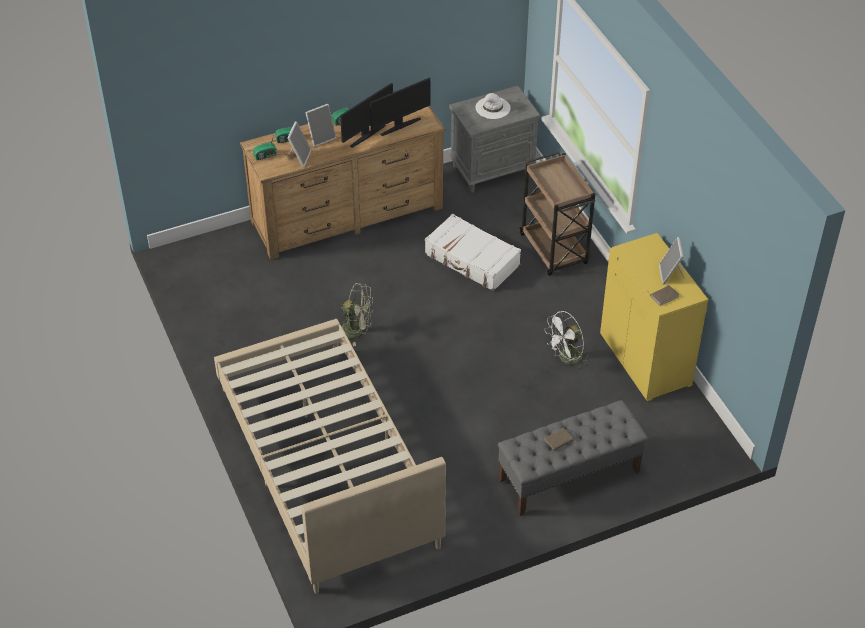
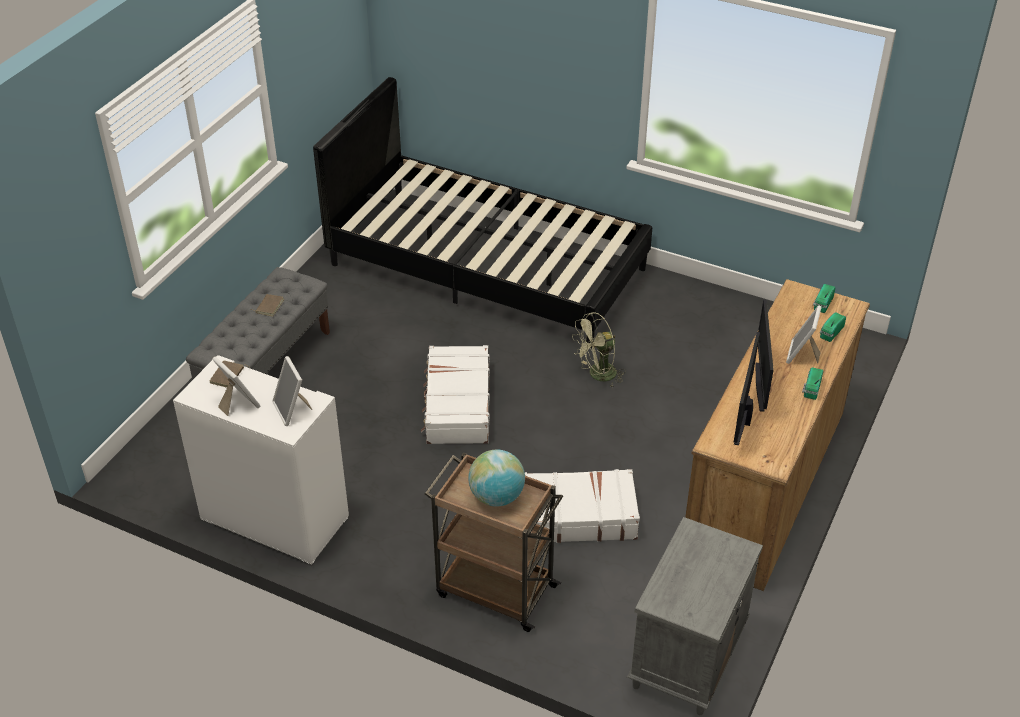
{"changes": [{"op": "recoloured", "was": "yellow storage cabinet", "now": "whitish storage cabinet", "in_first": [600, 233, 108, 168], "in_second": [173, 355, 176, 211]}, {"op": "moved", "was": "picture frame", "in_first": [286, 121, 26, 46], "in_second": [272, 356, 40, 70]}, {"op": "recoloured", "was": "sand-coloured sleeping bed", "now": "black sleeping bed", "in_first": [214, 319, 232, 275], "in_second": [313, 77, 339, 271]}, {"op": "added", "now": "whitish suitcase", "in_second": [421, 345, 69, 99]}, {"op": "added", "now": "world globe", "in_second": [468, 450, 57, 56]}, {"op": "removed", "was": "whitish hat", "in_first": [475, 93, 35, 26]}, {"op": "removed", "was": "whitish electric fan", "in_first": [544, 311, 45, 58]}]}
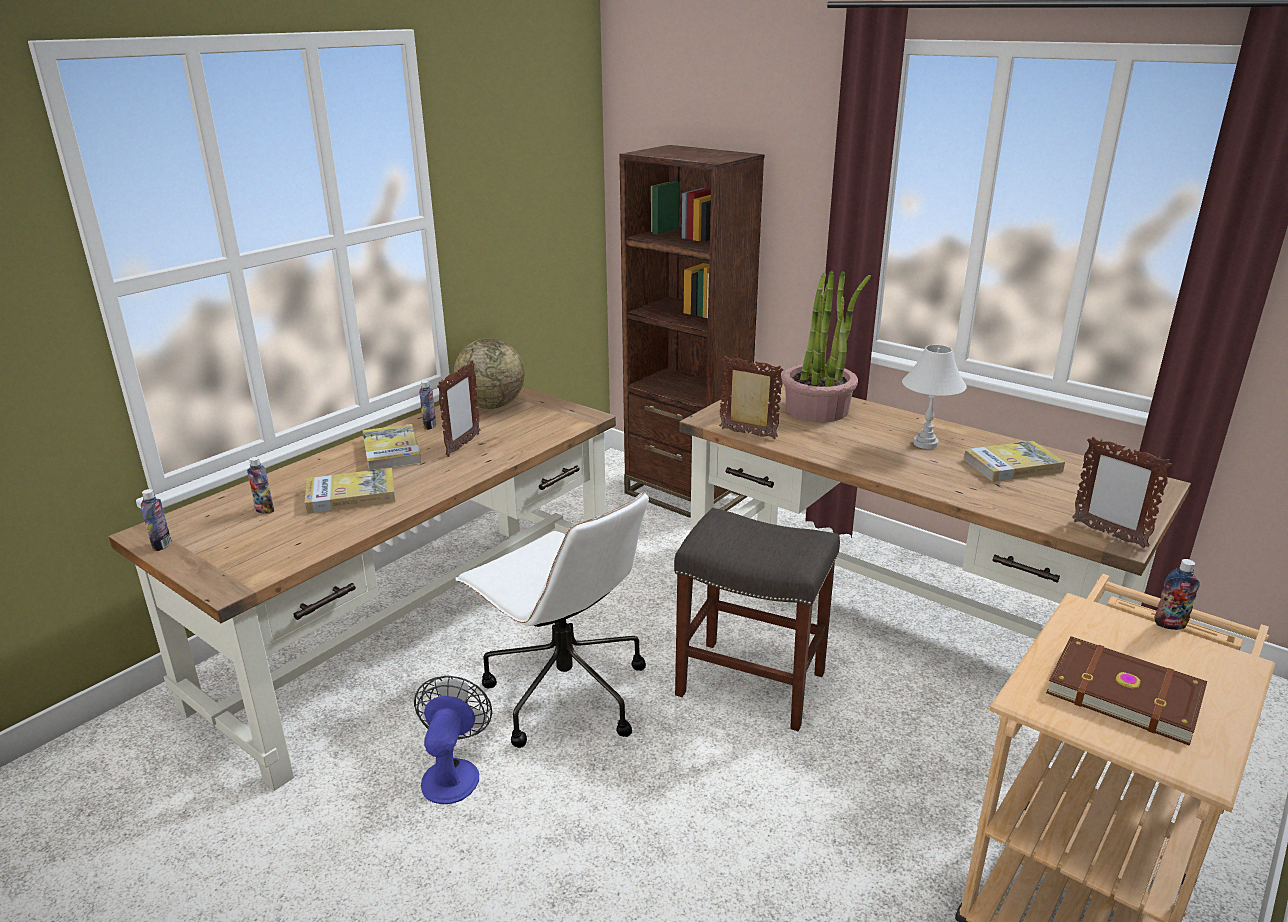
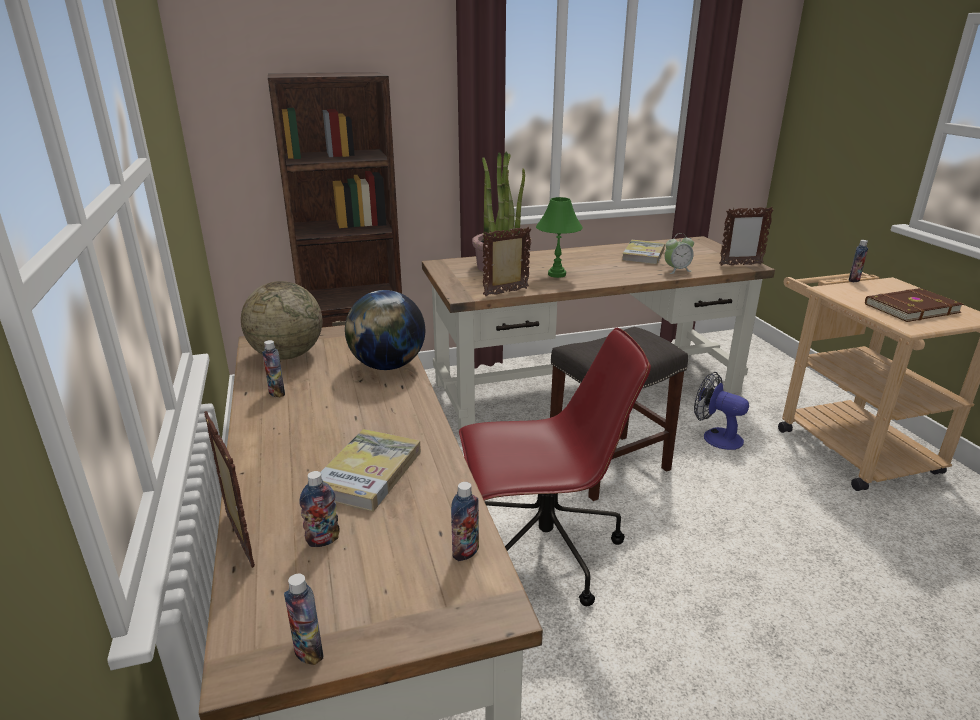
{"changes": [{"op": "moved", "was": "picture frame", "in_first": [437, 360, 43, 97], "in_second": [204, 411, 51, 157]}, {"op": "added", "now": "world globe", "in_second": [345, 290, 80, 80]}, {"op": "added", "now": "bottle", "in_second": [451, 482, 28, 79]}, {"op": "recoloured", "was": "whitish office chair", "now": "reddish office chair", "in_first": [455, 491, 194, 257], "in_second": [459, 328, 192, 278]}, {"op": "added", "now": "green-coloured tabletop lamp", "in_second": [536, 197, 47, 81]}, {"op": "added", "now": "table clock", "in_second": [665, 233, 29, 41]}, {"op": "moved", "was": "electric fan", "in_first": [414, 676, 78, 128], "in_second": [694, 372, 55, 78]}, {"op": "removed", "was": "bound book", "in_first": [362, 424, 60, 46]}, {"op": "removed", "was": "whitish tabletop lamp", "in_first": [902, 345, 65, 104]}]}
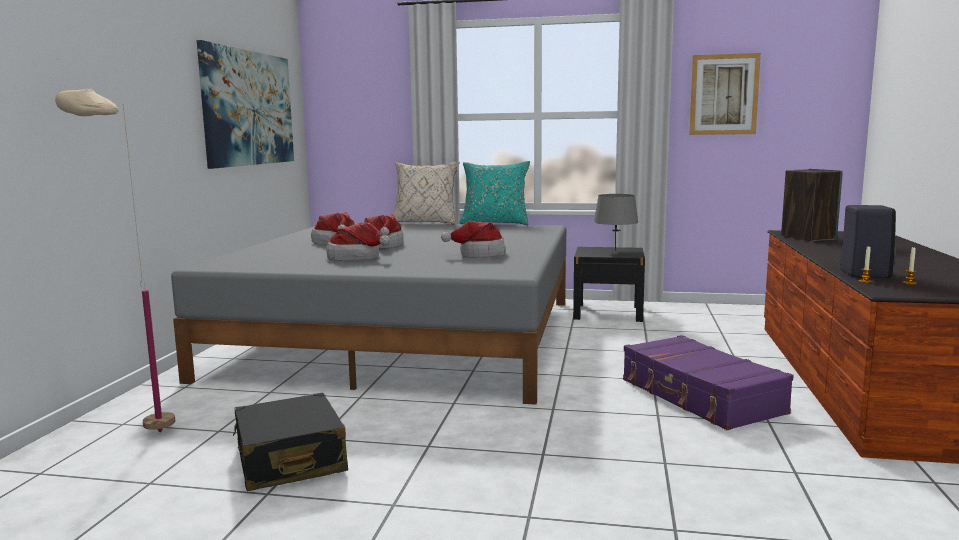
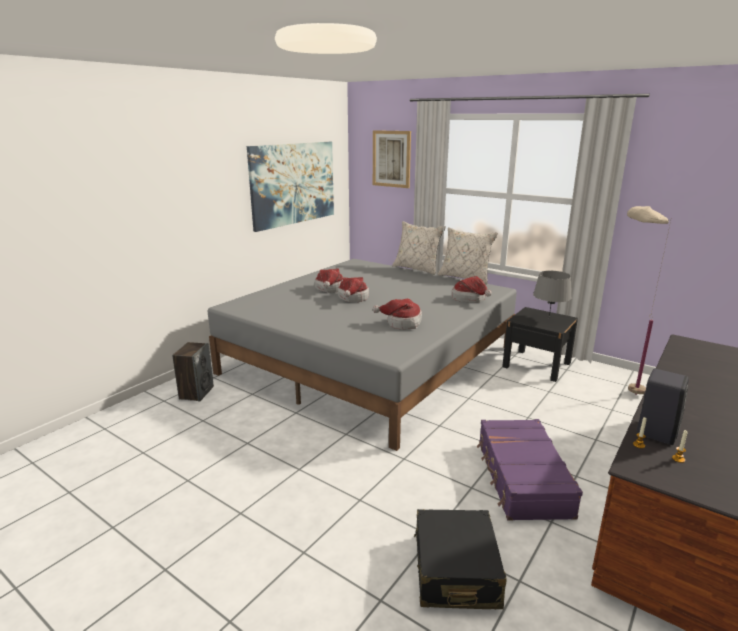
{"changes": [{"op": "moved", "was": "audio speaker", "in_first": [781, 169, 62, 73], "in_second": [172, 342, 42, 60]}, {"op": "moved", "was": "wall art", "in_first": [689, 53, 72, 82], "in_second": [373, 130, 38, 58]}, {"op": "moved", "was": "black suitcase", "in_first": [233, 393, 115, 98], "in_second": [414, 509, 93, 100]}, {"op": "recoloured", "was": "blue-green cushion", "now": "sand-coloured cushion", "in_first": [460, 161, 70, 64], "in_second": [438, 227, 60, 58]}, {"op": "moved", "was": "hat", "in_first": [326, 222, 64, 39], "in_second": [451, 276, 41, 27]}, {"op": "moved", "was": "sand-coloured standard lamp", "in_first": [55, 89, 120, 343], "in_second": [627, 206, 44, 189]}]}
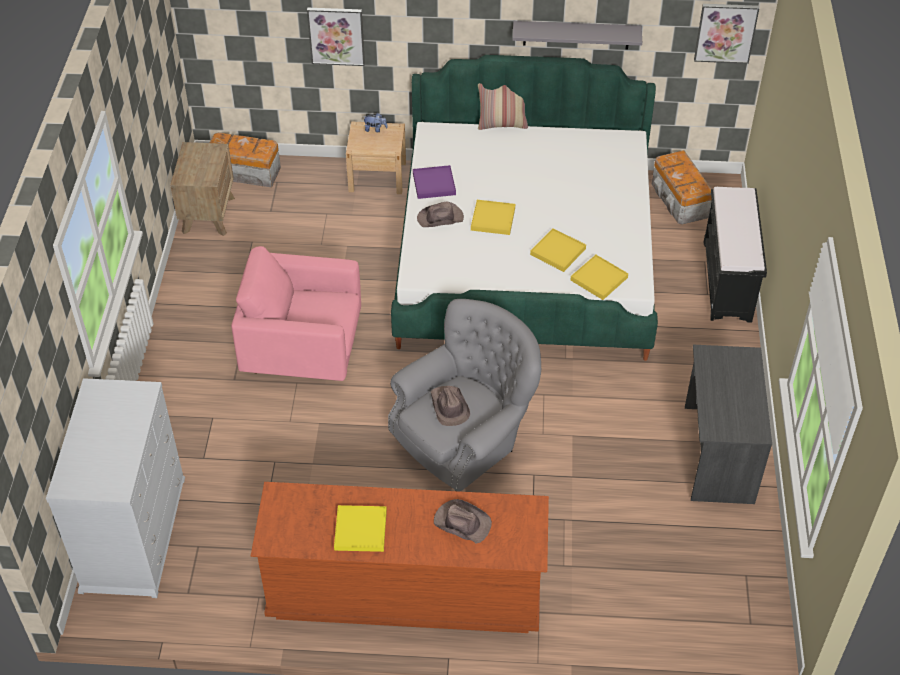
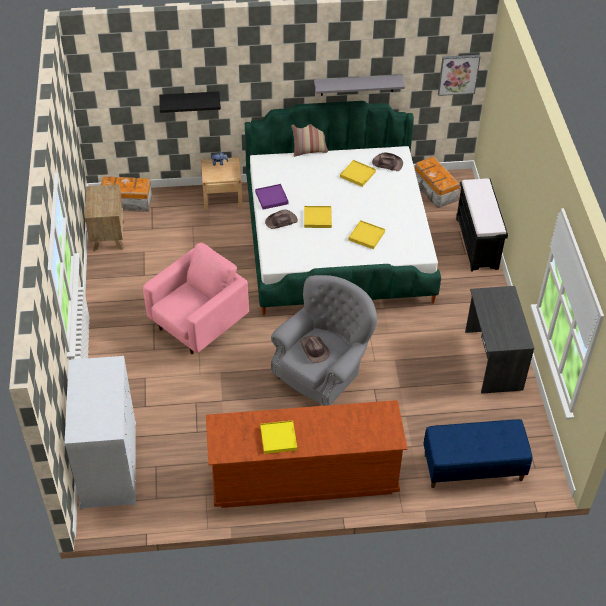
{"changes": [{"op": "turned", "was": "pink-coloured easy chair", "in_first": [231, 246, 130, 135], "in_second": [143, 243, 106, 111], "clockwise": 135}, {"op": "replaced", "was": "wall art", "now": "black shelf", "in_first": [307, 8, 58, 58], "in_second": [159, 91, 62, 22]}, {"op": "moved", "was": "yellow carrying tray", "in_first": [571, 255, 57, 45], "in_second": [340, 160, 36, 27]}, {"op": "moved", "was": "brown hat", "in_first": [434, 499, 58, 45], "in_second": [372, 153, 31, 18]}, {"op": "added", "now": "bluish bench", "in_second": [423, 419, 109, 69]}]}
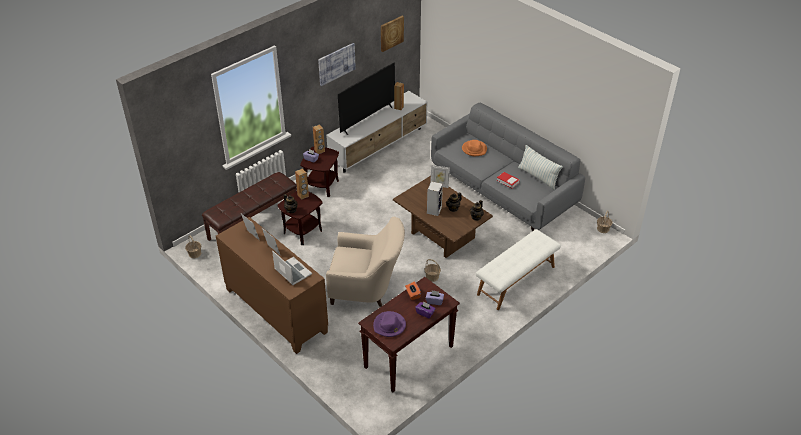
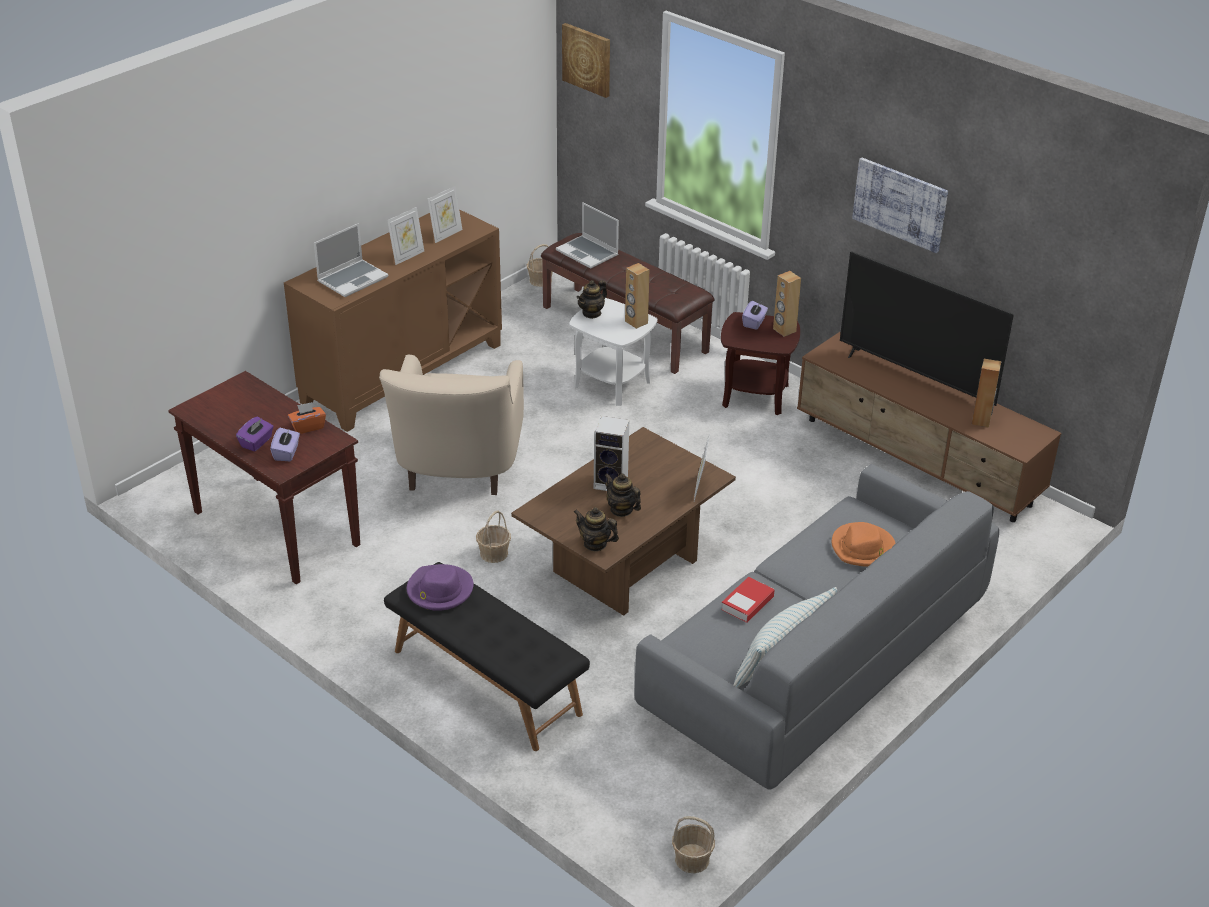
{"changes": [{"op": "recoloured", "was": "whitish bench", "now": "black bench", "in_first": [476, 229, 85, 81], "in_second": [384, 562, 206, 189]}, {"op": "moved", "was": "purple hat", "in_first": [373, 311, 33, 26], "in_second": [407, 564, 67, 47]}, {"op": "added", "now": "notebook computer", "in_second": [556, 202, 63, 67]}, {"op": "moved", "was": "wall art", "in_first": [381, 16, 23, 36], "in_second": [562, 23, 48, 75]}, {"op": "recoloured", "was": "brown end table", "now": "whitish end table", "in_first": [277, 191, 46, 54], "in_second": [569, 298, 89, 108]}, {"op": "recoloured", "was": "whitish media console", "now": "brown media console", "in_first": [326, 91, 102, 82], "in_second": [797, 332, 265, 190]}]}
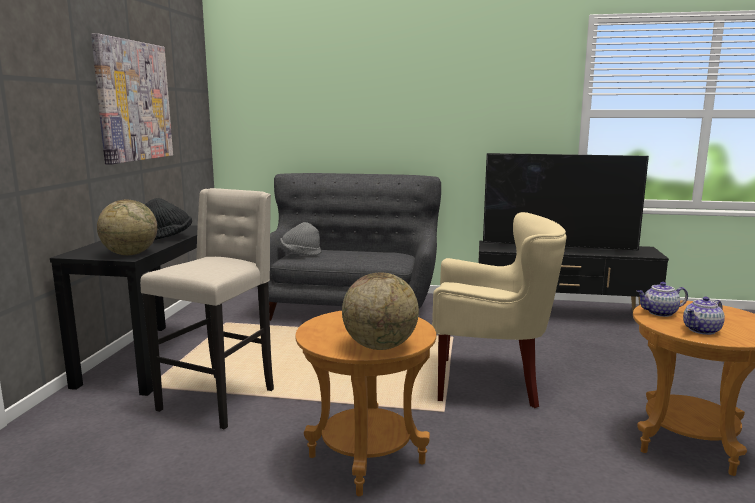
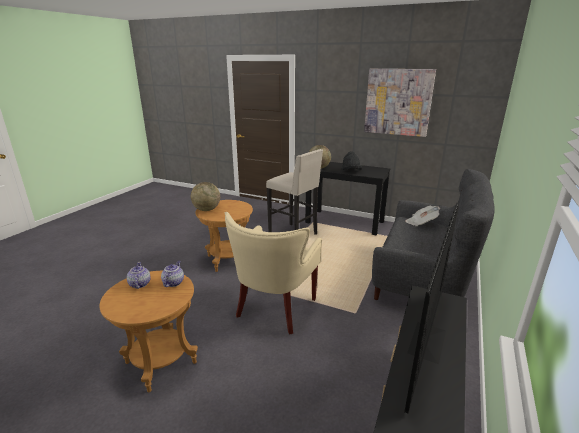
{"changes": [{"op": "replaced", "was": "gray hat", "now": "newspaper", "in_first": [280, 222, 41, 34], "in_second": [405, 206, 35, 20]}]}
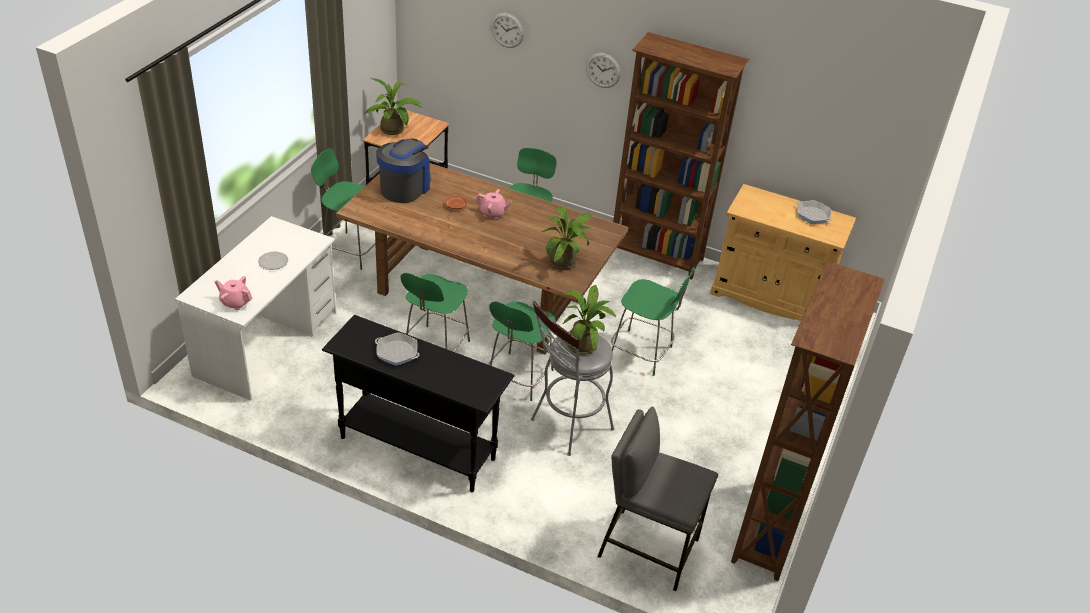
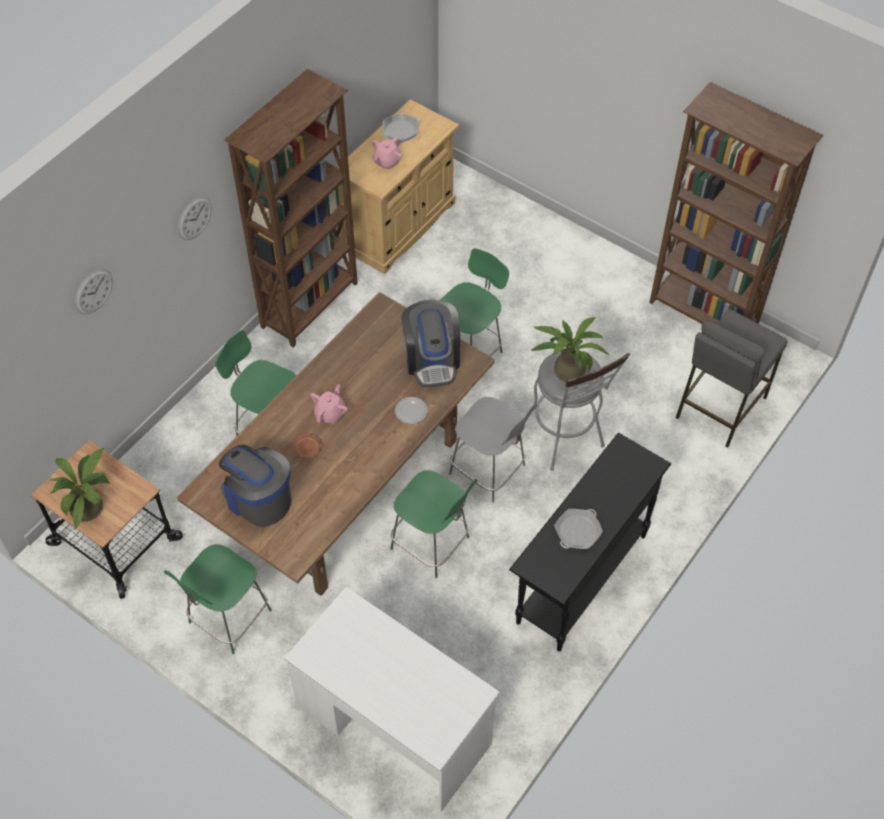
{"changes": [{"op": "moved", "was": "pink-coloured teapot", "in_first": [215, 276, 38, 34], "in_second": [371, 137, 31, 33]}, {"op": "moved", "was": "flat dish", "in_first": [258, 252, 30, 18], "in_second": [395, 397, 33, 27]}, {"op": "replaced", "was": "houseplant", "now": "coffee brewer", "in_first": [542, 207, 51, 63], "in_second": [401, 300, 59, 87]}, {"op": "recoloured", "was": "green-coloured plain chair", "now": "gray plain chair", "in_first": [488, 302, 67, 99], "in_second": [449, 397, 88, 106]}]}
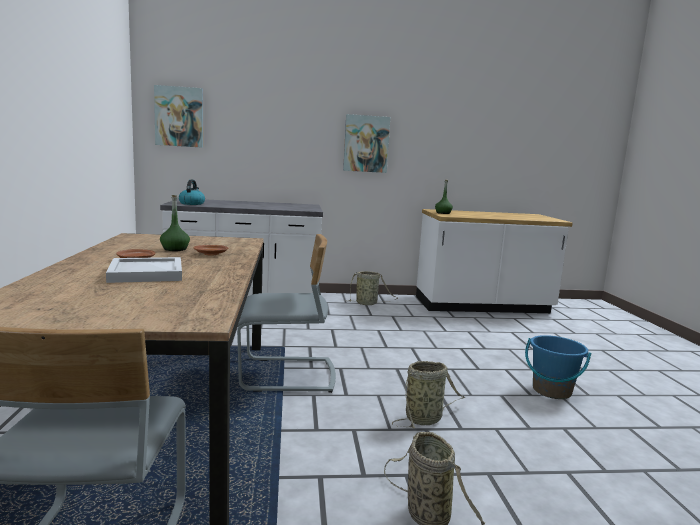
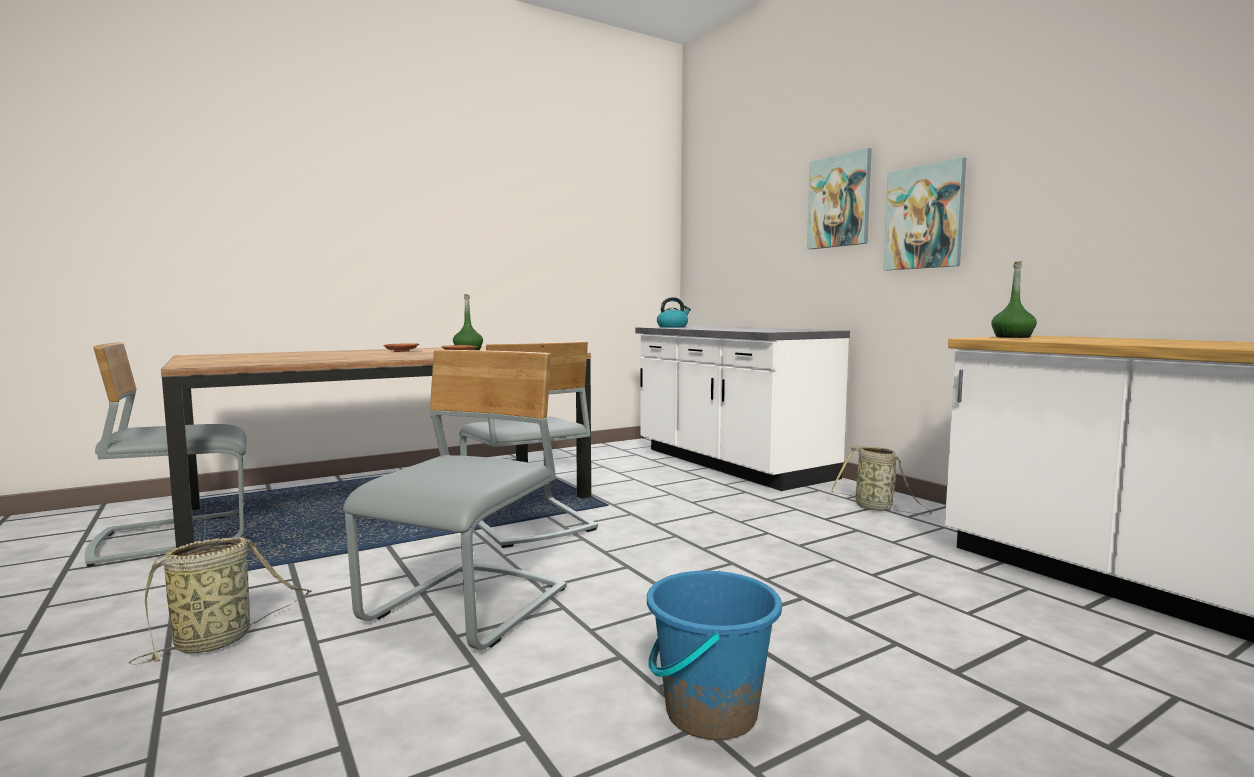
{"changes": [{"op": "replaced", "was": "basket", "now": "gray plain chair", "in_first": [392, 361, 74, 67], "in_second": [343, 350, 224, 300]}, {"op": "moved", "was": "wall art", "in_first": [154, 85, 49, 63], "in_second": [807, 148, 65, 101]}, {"op": "removed", "was": "whitish carrying tray", "in_first": [106, 257, 76, 26]}]}
